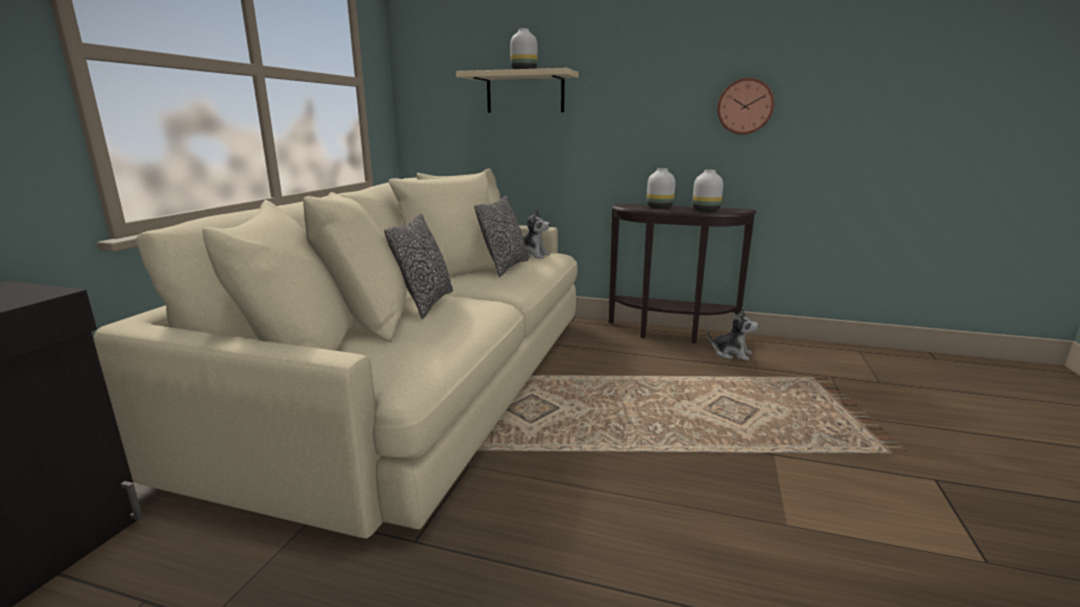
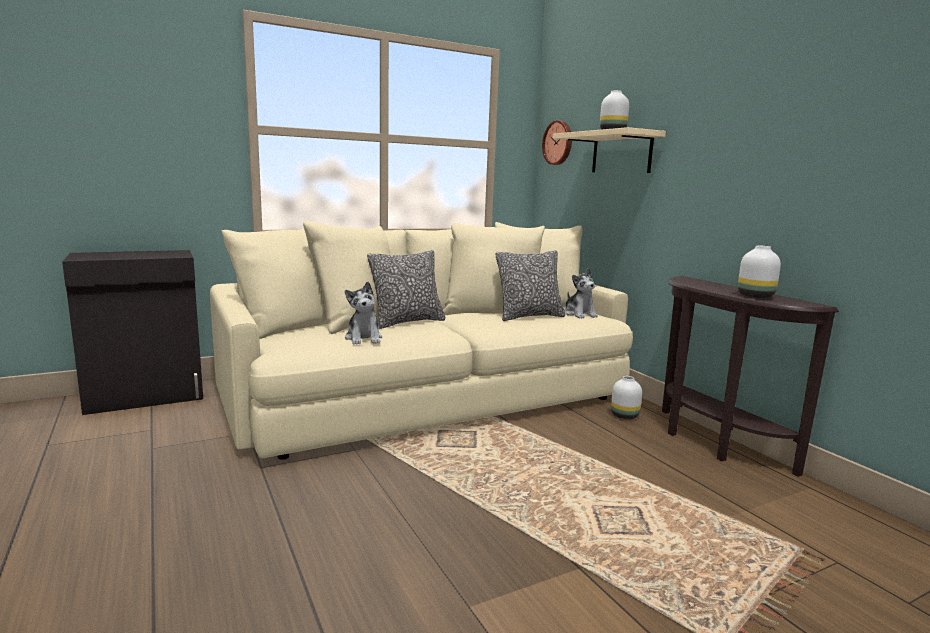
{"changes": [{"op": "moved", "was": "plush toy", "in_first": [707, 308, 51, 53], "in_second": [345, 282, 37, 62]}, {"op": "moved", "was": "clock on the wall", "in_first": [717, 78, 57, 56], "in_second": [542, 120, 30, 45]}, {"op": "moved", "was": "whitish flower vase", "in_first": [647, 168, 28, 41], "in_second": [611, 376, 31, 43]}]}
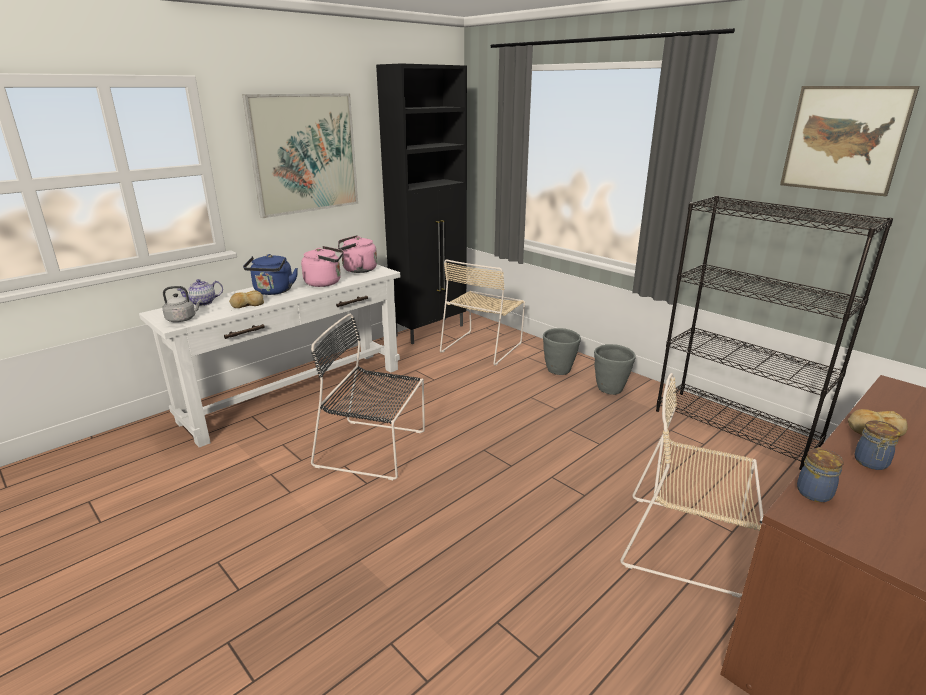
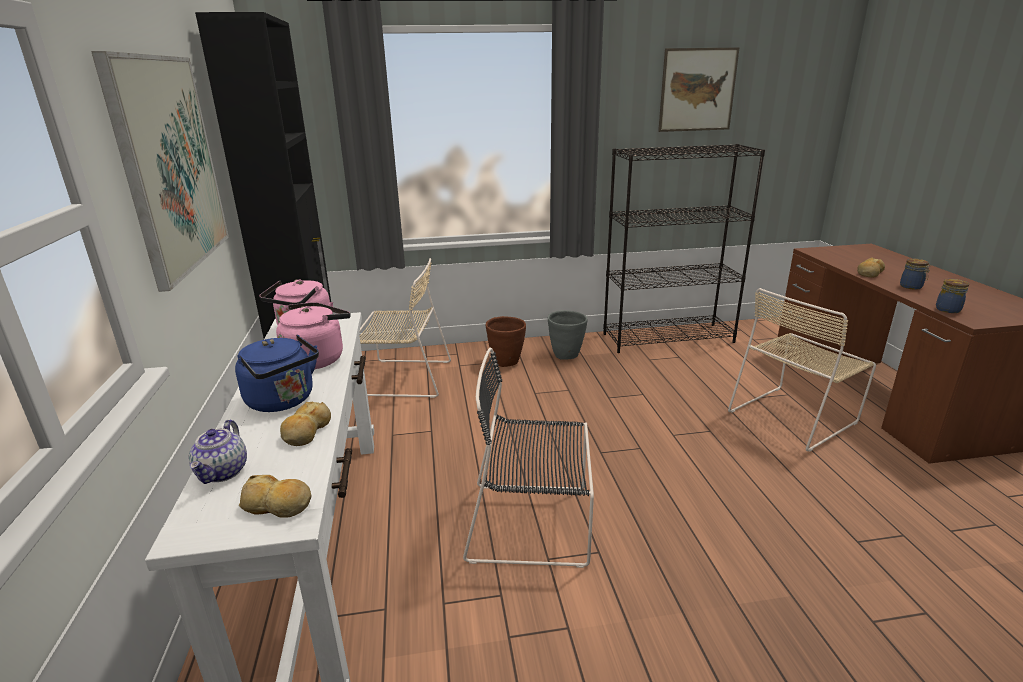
{"changes": [{"op": "replaced", "was": "gray water kettle", "now": "bakery bread", "in_first": [162, 286, 40, 36], "in_second": [239, 475, 72, 43]}, {"op": "turned", "was": "sand-coloured plain chair", "in_first": [440, 259, 85, 106], "in_second": [360, 258, 91, 140], "clockwise": -60}, {"op": "turned", "was": "black plain chair", "in_first": [311, 314, 114, 166], "in_second": [463, 348, 131, 220], "clockwise": 45}, {"op": "recoloured", "was": "gray planter", "now": "brown planter", "in_first": [543, 328, 38, 47], "in_second": [486, 316, 40, 51]}]}
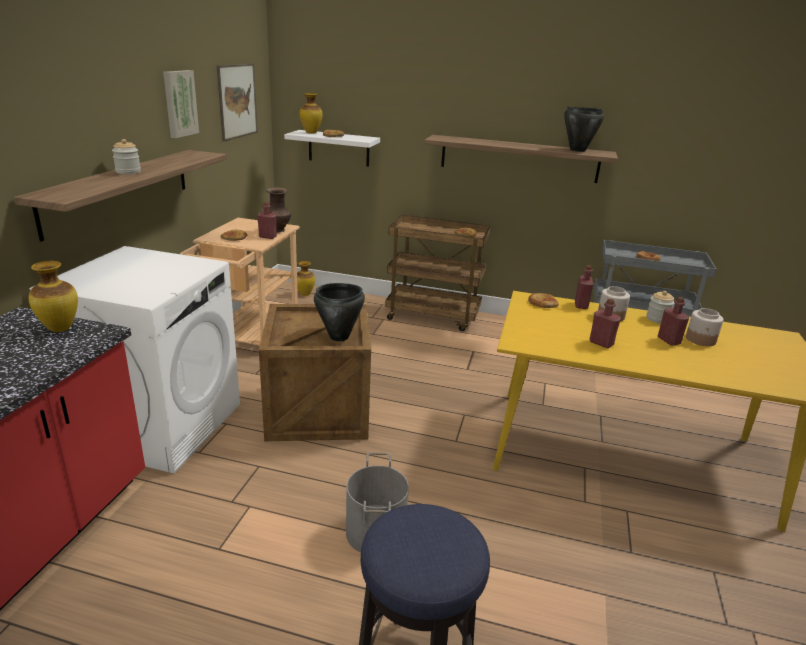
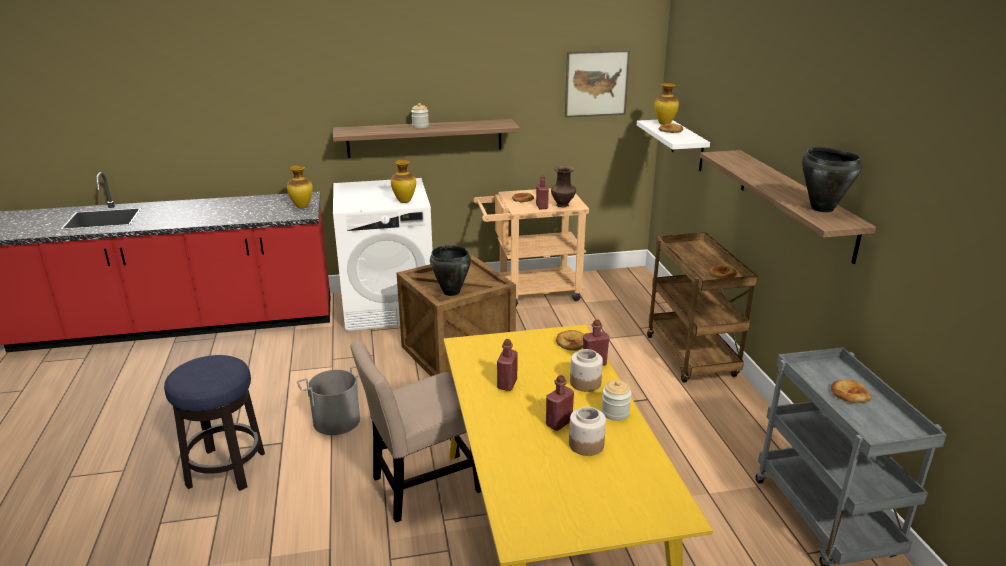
{"changes": [{"op": "added", "now": "sand-coloured plain chair", "in_second": [350, 341, 131, 182]}, {"op": "moved", "was": "flower vase", "in_first": [297, 261, 18, 35], "in_second": [391, 160, 25, 43]}, {"op": "removed", "was": "wall art", "in_first": [163, 70, 36, 68]}]}
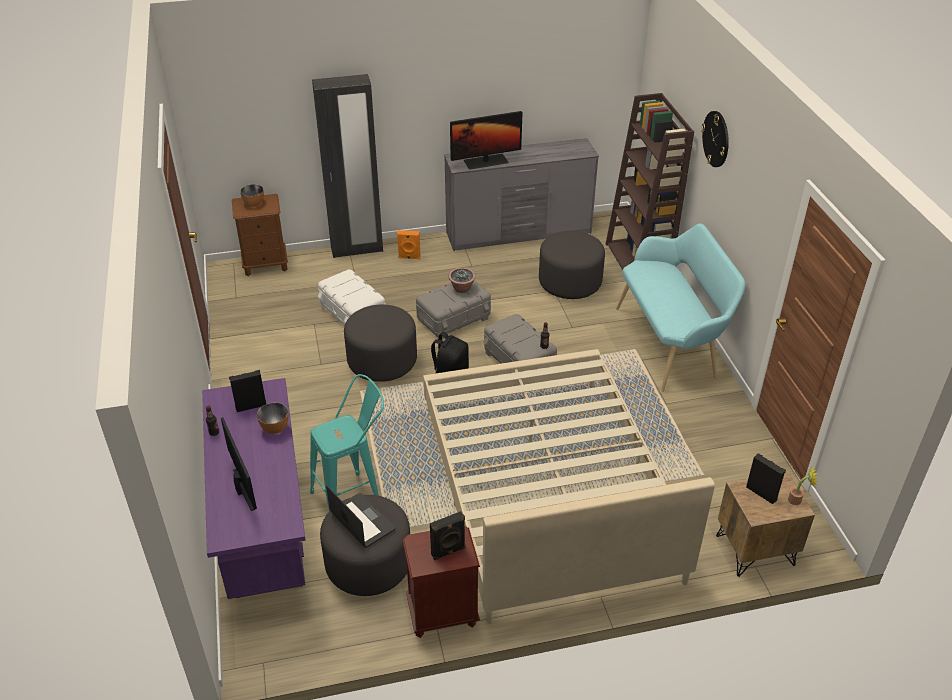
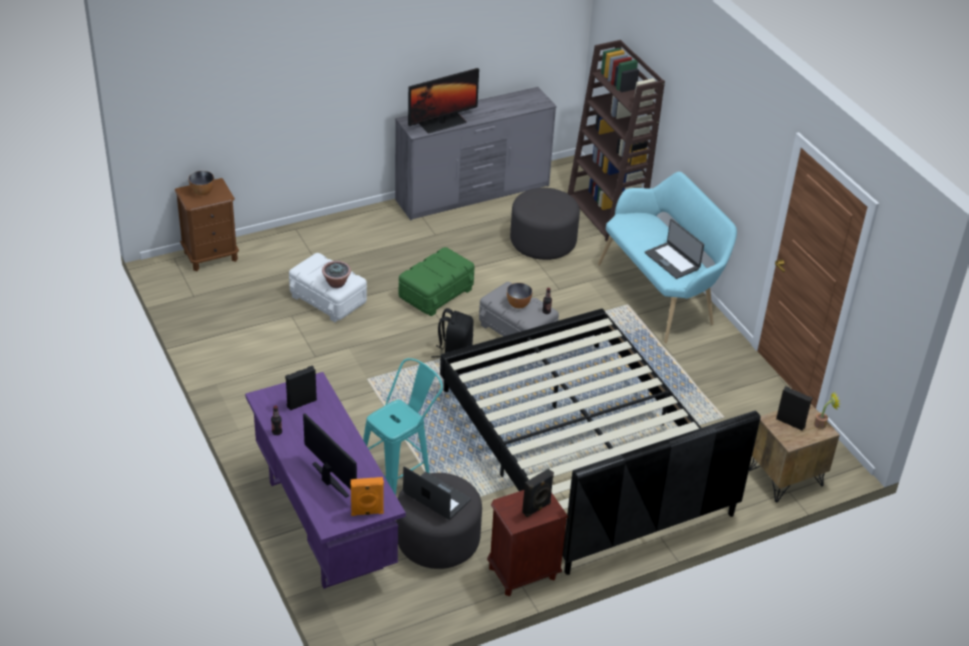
{"changes": [{"op": "moved", "was": "houseplant", "in_first": [449, 267, 26, 26], "in_second": [322, 261, 29, 27]}, {"op": "moved", "was": "orange-coloured audio speaker", "in_first": [397, 230, 23, 29], "in_second": [351, 477, 33, 39]}, {"op": "recoloured", "was": "gray storage bin", "now": "green-coloured storage bin", "in_first": [416, 280, 75, 59], "in_second": [399, 247, 75, 70]}, {"op": "recoloured", "was": "sand-coloured sleeping bed", "now": "black sleeping bed", "in_first": [423, 349, 292, 275], "in_second": [440, 308, 321, 267]}, {"op": "moved", "was": "bowl", "in_first": [257, 403, 32, 31], "in_second": [507, 283, 25, 25]}, {"op": "added", "now": "notebook computer", "in_second": [645, 219, 59, 60]}, {"op": "removed", "was": "black wardrobe", "in_first": [312, 74, 71, 184]}, {"op": "removed", "was": "gray footrest", "in_first": [344, 305, 73, 77]}, {"op": "removed", "was": "clock on the wall", "in_first": [701, 111, 28, 56]}]}
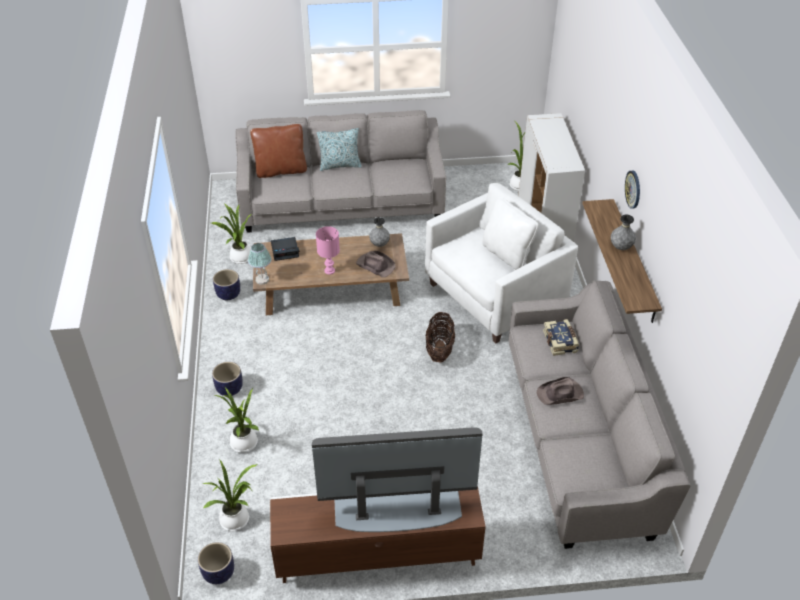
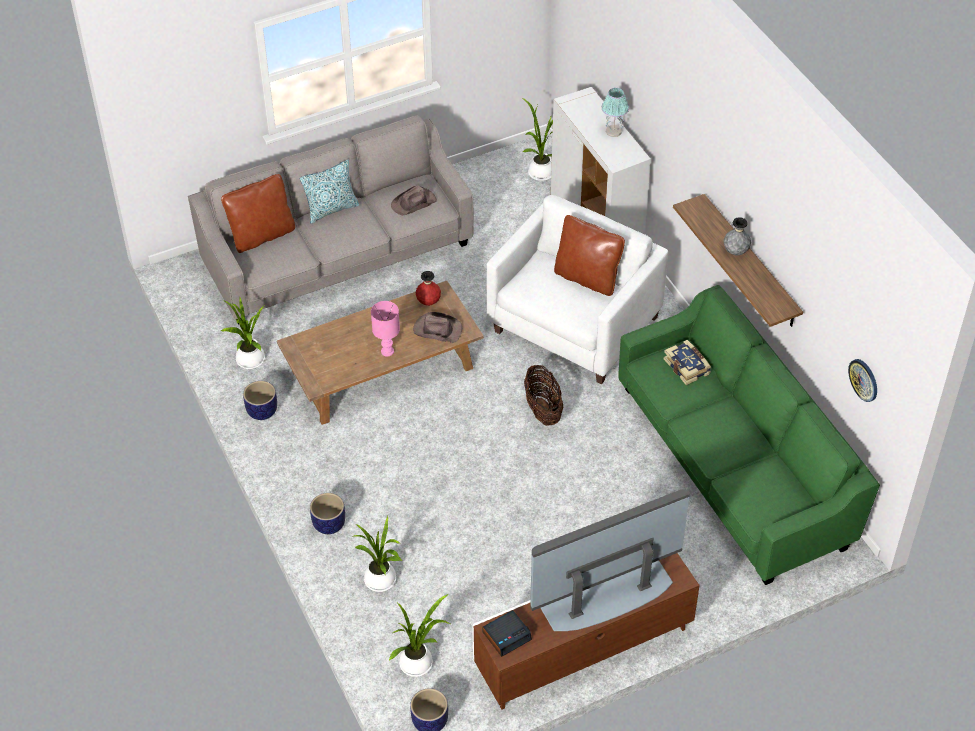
{"changes": [{"op": "moved", "was": "brown hat", "in_first": [537, 377, 47, 28], "in_second": [391, 185, 46, 31]}, {"op": "recoloured", "was": "gray flower vase", "now": "reddish flower vase", "in_first": [369, 217, 21, 30], "in_second": [416, 271, 25, 35]}, {"op": "moved", "was": "table clock", "in_first": [271, 237, 28, 24], "in_second": [482, 610, 50, 47]}, {"op": "recoloured", "was": "whitish cushion", "now": "brown cushion", "in_first": [482, 197, 57, 73], "in_second": [554, 215, 71, 81]}, {"op": "moved", "was": "tabletop lamp", "in_first": [248, 243, 24, 42], "in_second": [602, 88, 27, 49]}, {"op": "recoloured", "was": "gray settee", "now": "green-coloured settee", "in_first": [508, 280, 183, 269], "in_second": [618, 285, 262, 300]}, {"op": "moved", "was": "clock on the wall", "in_first": [625, 171, 15, 38], "in_second": [848, 359, 29, 43]}]}
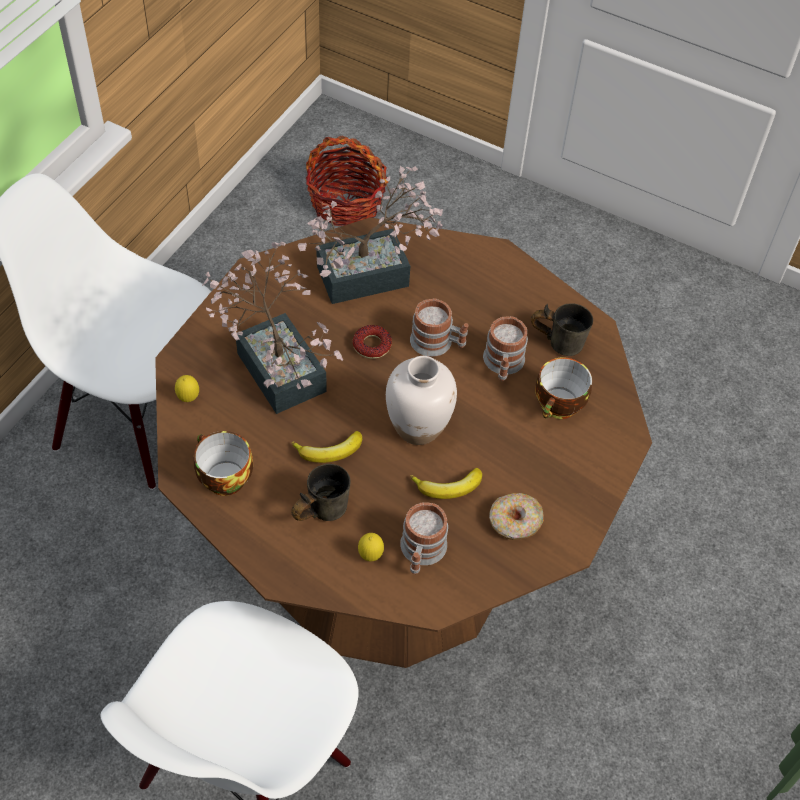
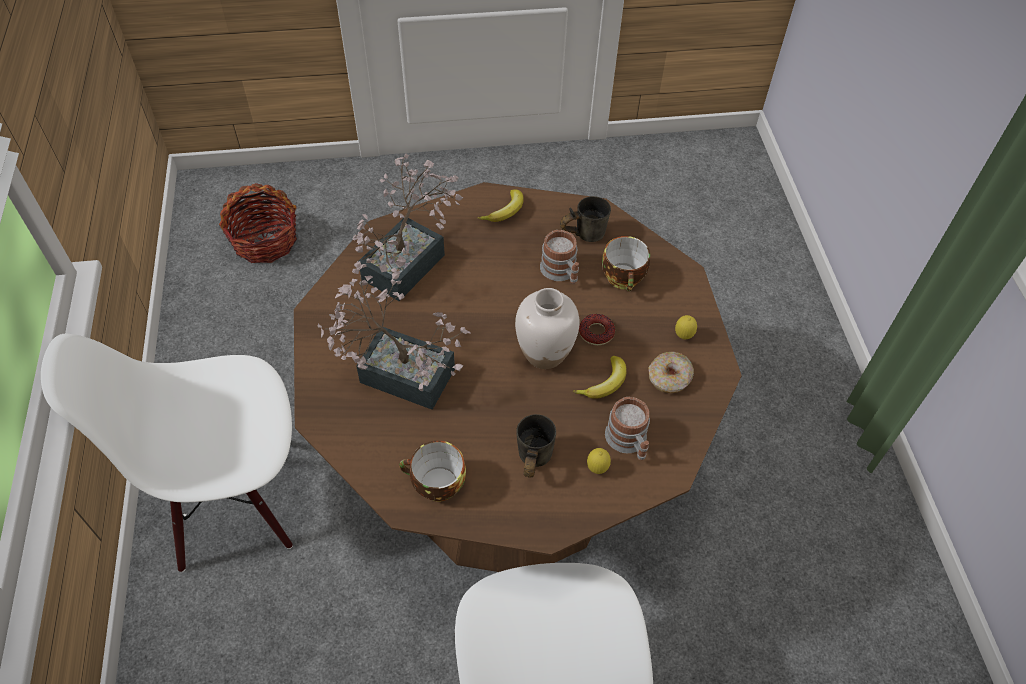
{"changes": [{"op": "moved", "was": "banana fruit", "in_first": [291, 431, 71, 32], "in_second": [478, 189, 46, 33]}, {"op": "moved", "was": "doughnut", "in_first": [353, 325, 39, 34], "in_second": [579, 314, 36, 31]}, {"op": "moved", "was": "lemon", "in_first": [175, 375, 24, 27], "in_second": [675, 315, 22, 24]}, {"op": "removed", "was": "tea mug", "in_first": [410, 298, 59, 59]}]}
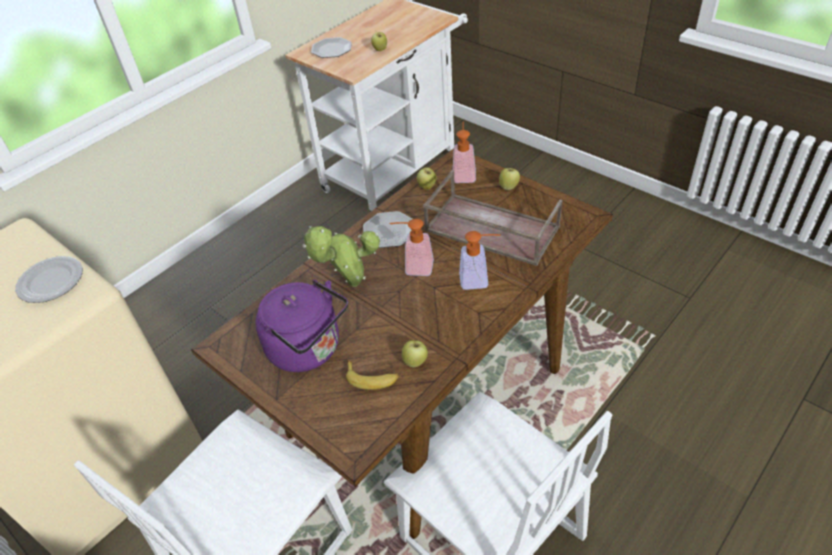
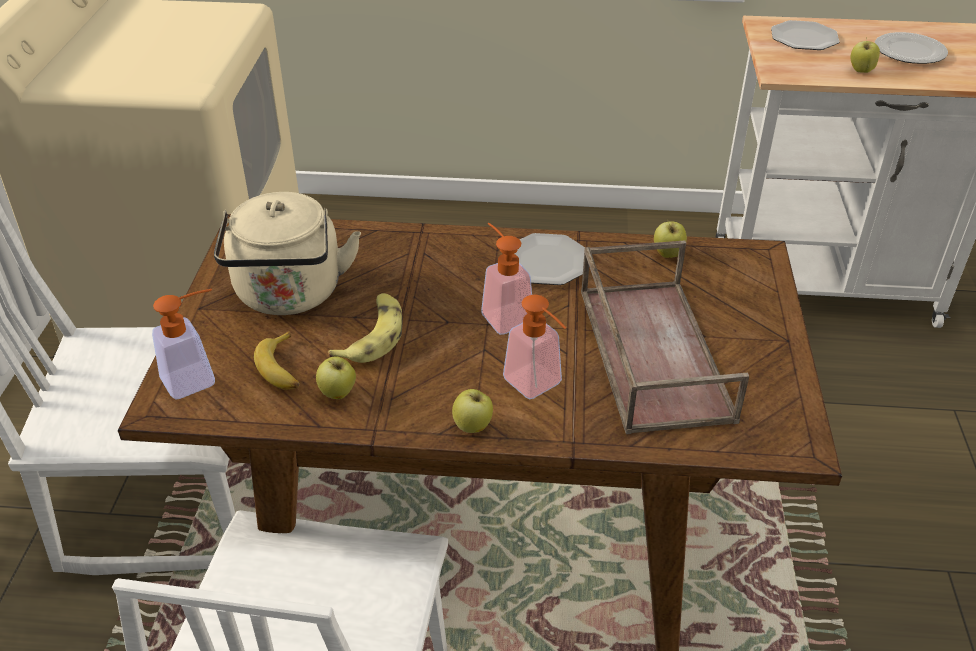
{"changes": [{"op": "moved", "was": "soap bottle", "in_first": [453, 122, 23, 61], "in_second": [152, 289, 63, 111]}, {"op": "recoloured", "was": "purple water kettle", "now": "sand-coloured water kettle", "in_first": [255, 279, 93, 93], "in_second": [214, 192, 147, 123]}, {"op": "added", "now": "banana fruit", "in_second": [328, 293, 75, 70]}, {"op": "moved", "was": "apple", "in_first": [499, 168, 21, 22], "in_second": [452, 389, 41, 44]}, {"op": "moved", "was": "flat dish", "in_first": [15, 256, 68, 47], "in_second": [875, 32, 73, 32]}, {"op": "removed", "was": "houseplant", "in_first": [303, 226, 77, 61]}]}
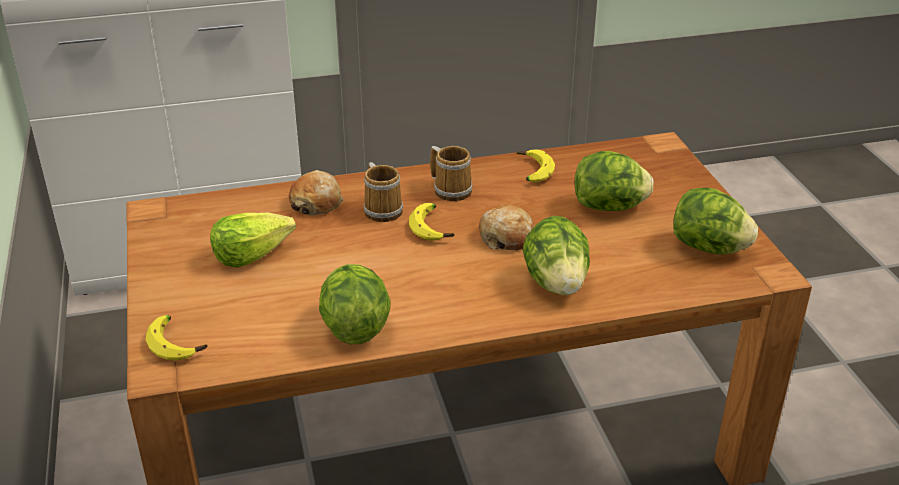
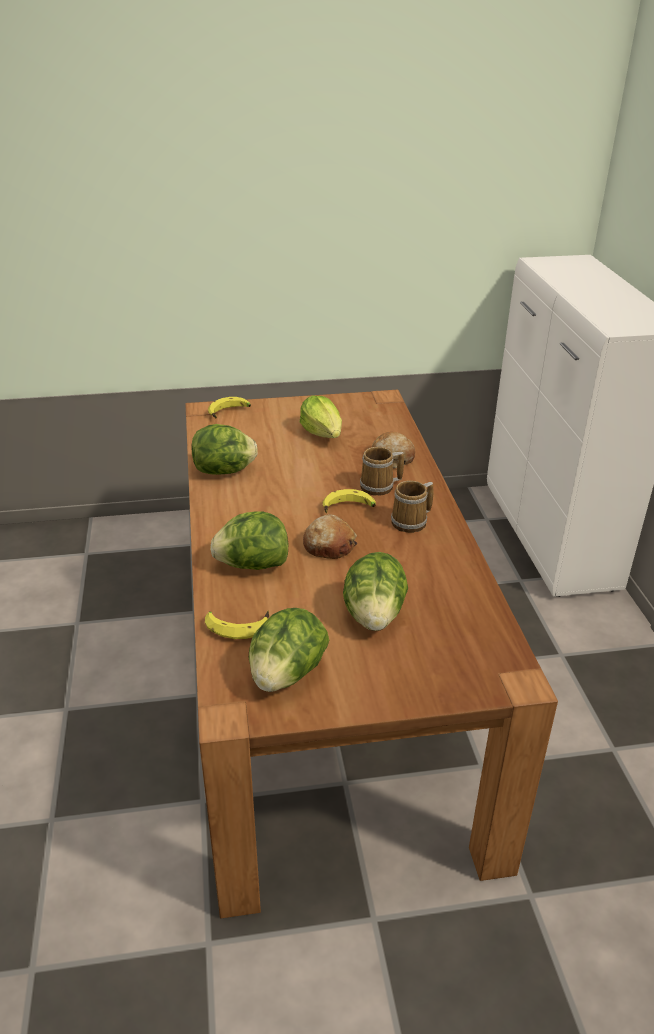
{"changes": [{"op": "moved", "was": "banana fruit", "in_first": [516, 149, 39, 33], "in_second": [205, 610, 64, 29]}]}
